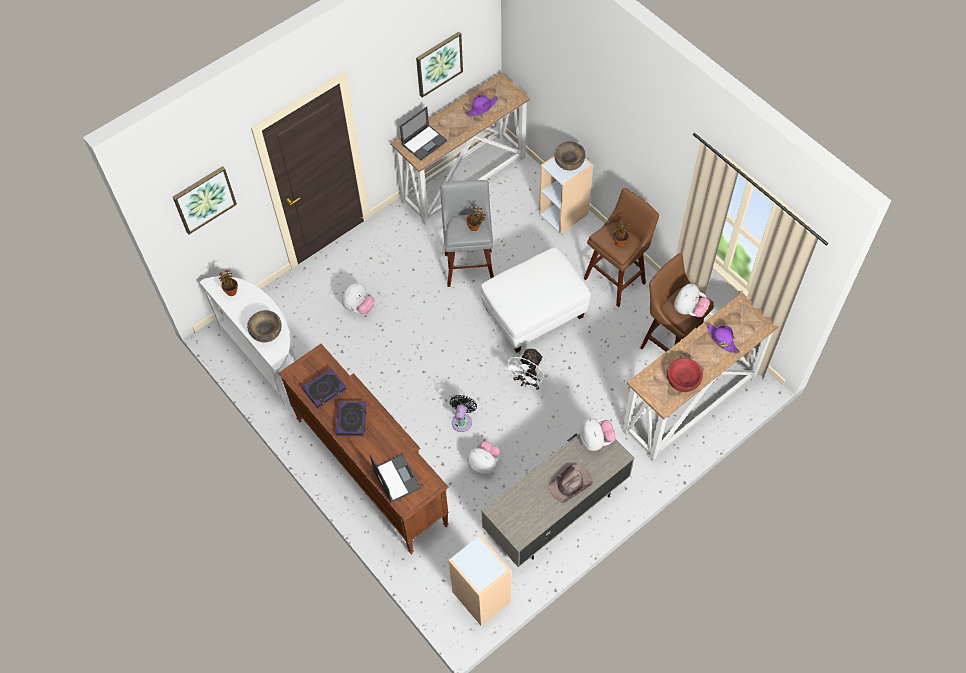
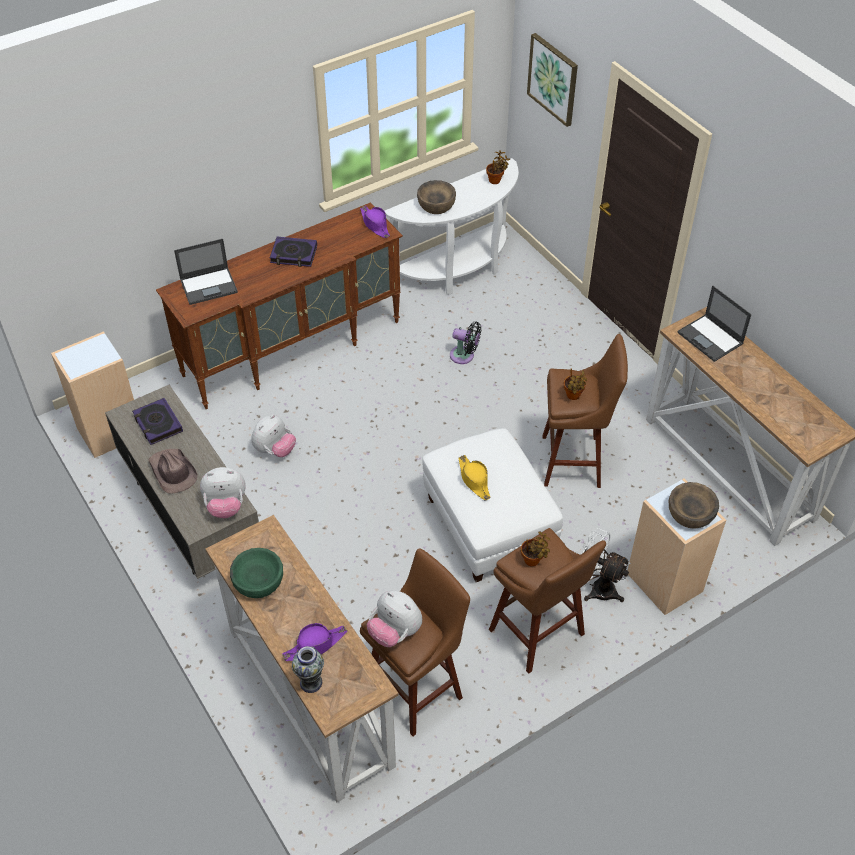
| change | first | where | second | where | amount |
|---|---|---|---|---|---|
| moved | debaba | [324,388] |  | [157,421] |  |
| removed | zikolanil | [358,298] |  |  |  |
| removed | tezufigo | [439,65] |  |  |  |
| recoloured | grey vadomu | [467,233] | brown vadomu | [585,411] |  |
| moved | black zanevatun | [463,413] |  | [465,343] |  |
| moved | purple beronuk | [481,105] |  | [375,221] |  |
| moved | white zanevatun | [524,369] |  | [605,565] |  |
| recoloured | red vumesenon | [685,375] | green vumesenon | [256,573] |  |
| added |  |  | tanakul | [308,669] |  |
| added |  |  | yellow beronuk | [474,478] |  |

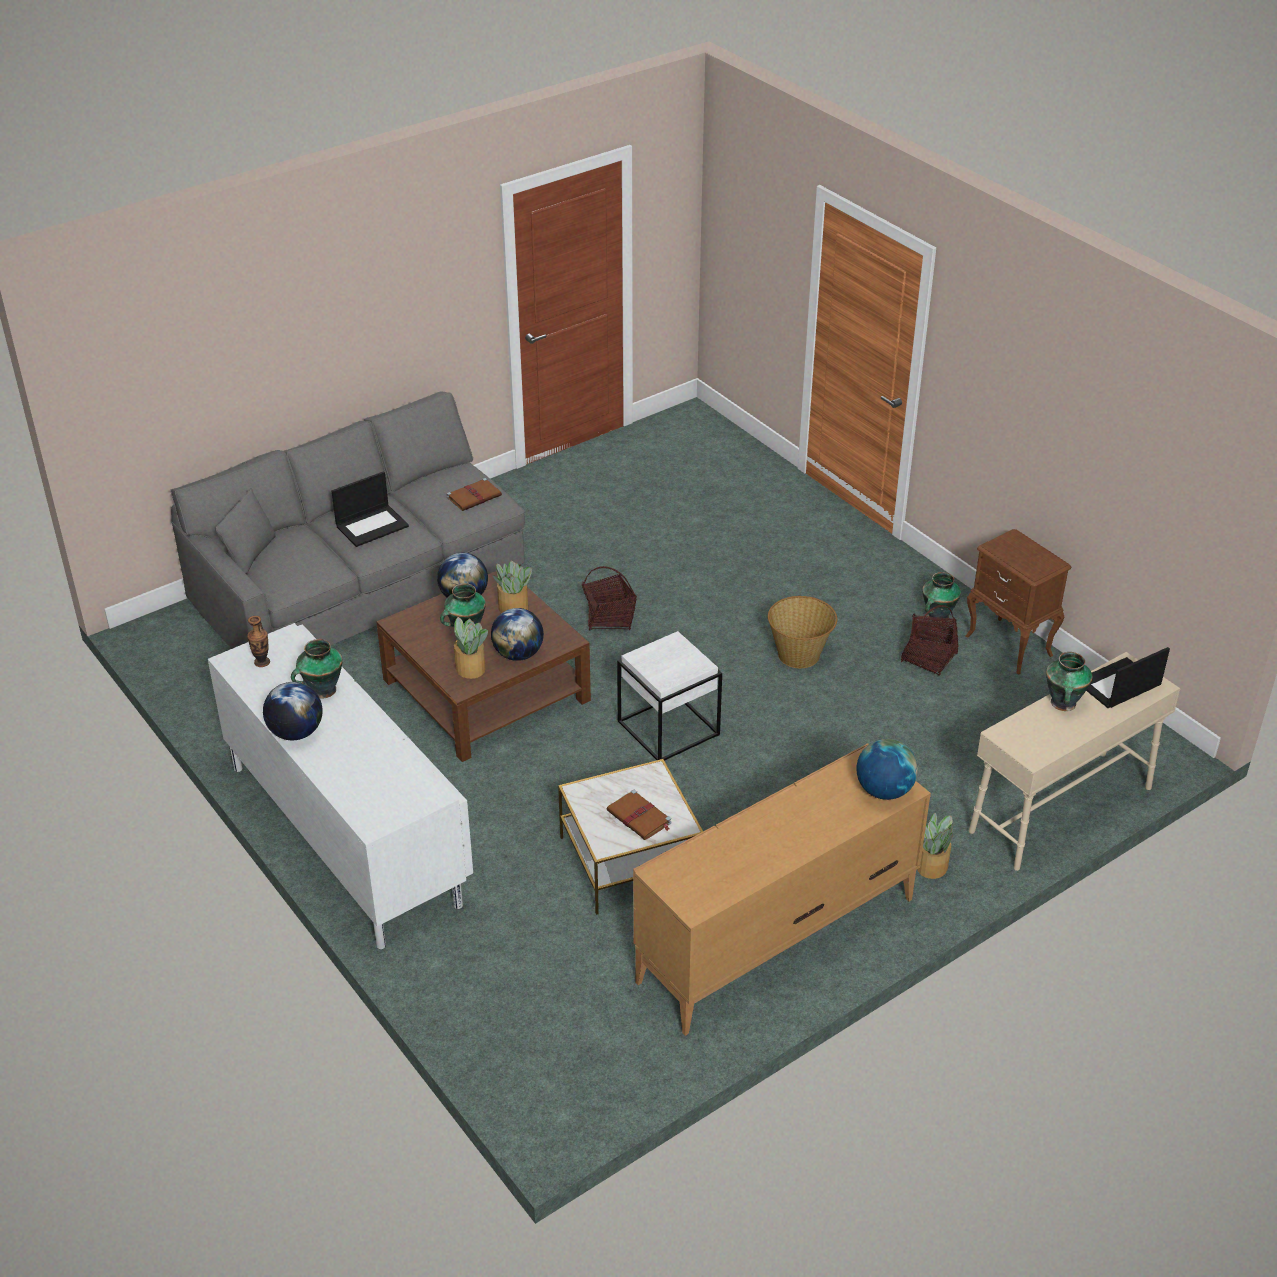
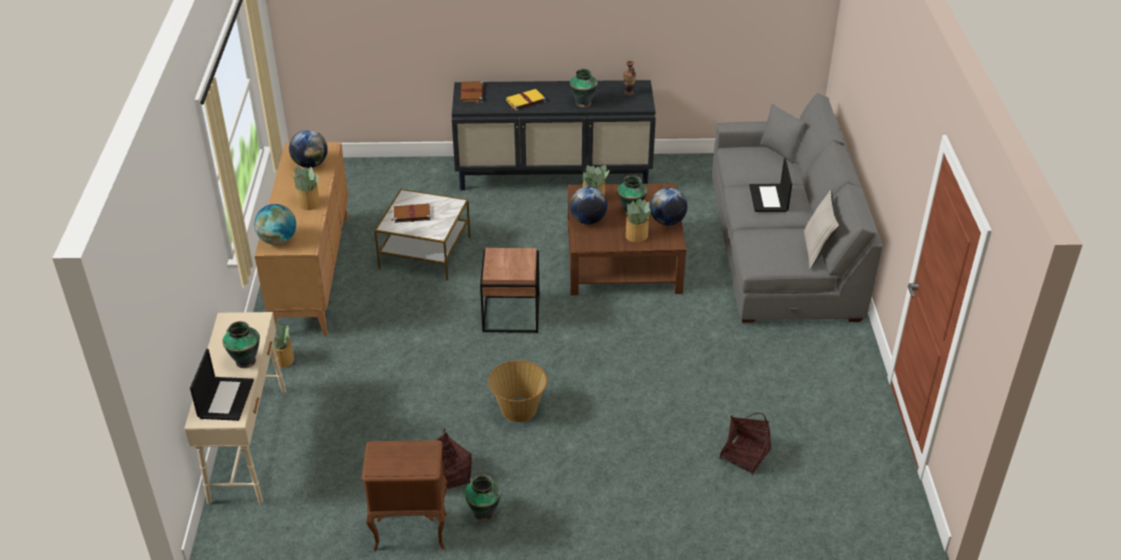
| change | first | where | second | where | amount |
|---|---|---|---|---|---|
| recoloured | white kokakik | [340,786] | black kokakik | [554,135] |  |
| moved | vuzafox | [293,711] |  | [308,149] |  |
| moved | brown debaba | [474,494] |  | [472,92] |  |
| moved | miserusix | [609,598] |  | [745,443] |  |
| recoloured | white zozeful | [669,696] | brown zozeful | [510,290] |  |
| added |  |  | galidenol | [304,188] |  |
| added |  |  | yellow debaba | [526,100] |  |
| added |  |  | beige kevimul | [821,229] |  |

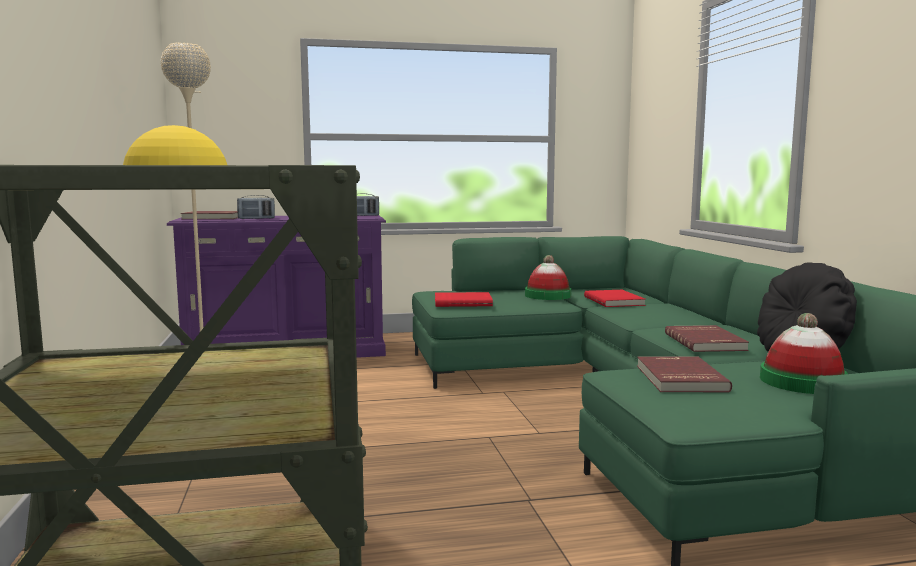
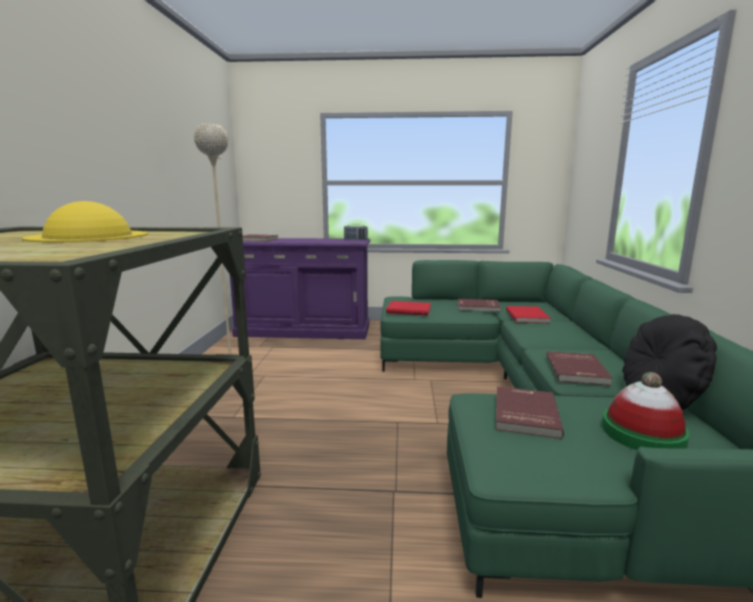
| change | first | where | second | where | amount |
|---|---|---|---|---|---|
| removed | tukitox | [256,207] |  |  |  |
| replaced | beronuk | [548,277] | red debaba | [479,305] |  |

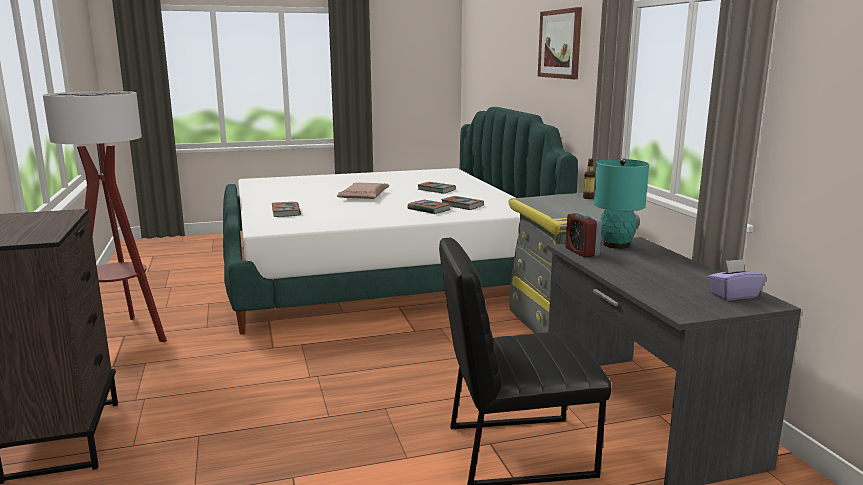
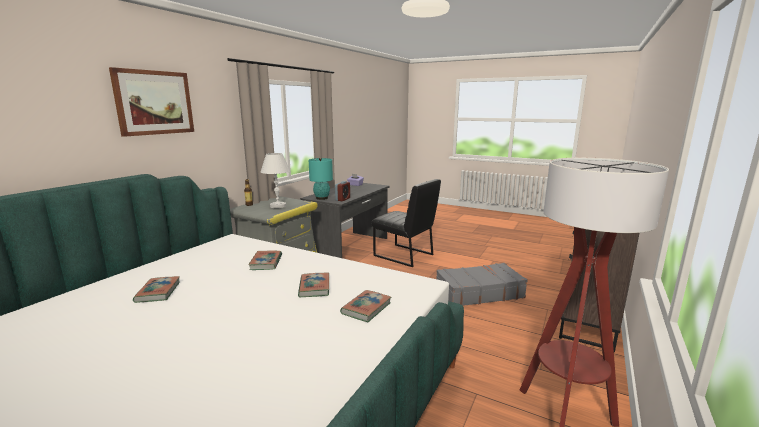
| change | first | where | second | where | amount |
|---|---|---|---|---|---|
| removed | beige kevimul | [363,190] |  |  |  |
| moved | debaba | [462,203] |  | [313,285] |  |
| added |  |  | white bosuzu | [275,180] |  |
| added |  |  | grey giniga | [482,284] |  |

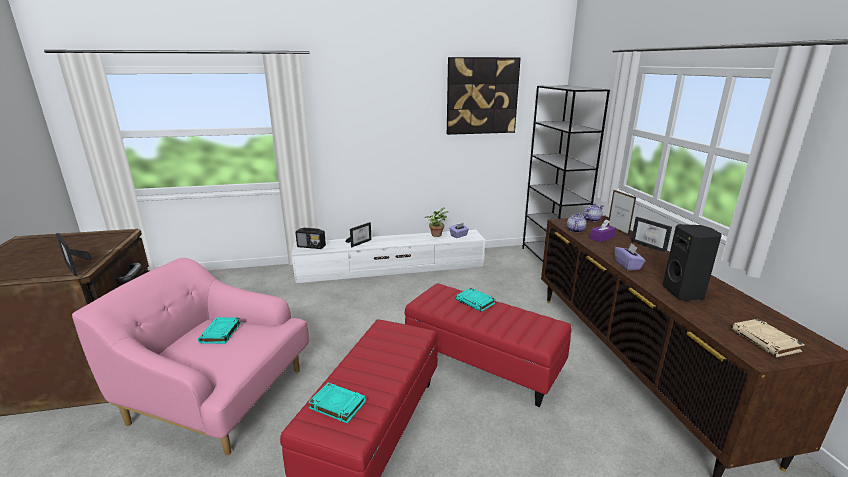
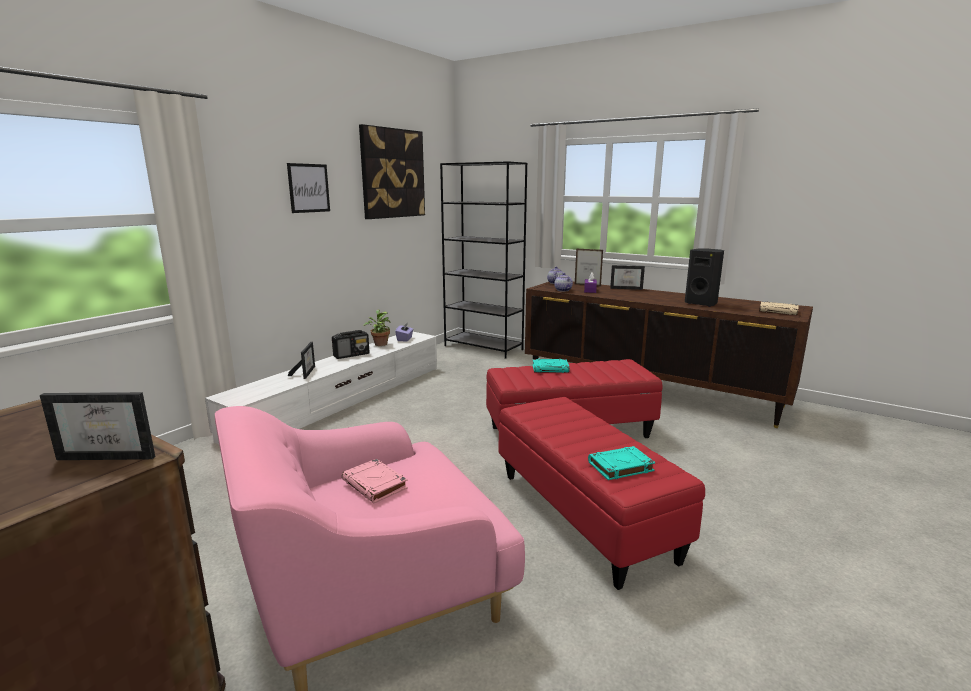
| change | first | where | second | where | amount |
|---|---|---|---|---|---|
| recoloured | turquoise debaba | [219,330] | pink debaba | [375,481] |  |
| moved | tukitox | [310,238] |  | [351,344] |  |
| removed | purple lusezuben | [630,256] |  |  |  |
| added |  |  | tezufigo | [308,188] |  |

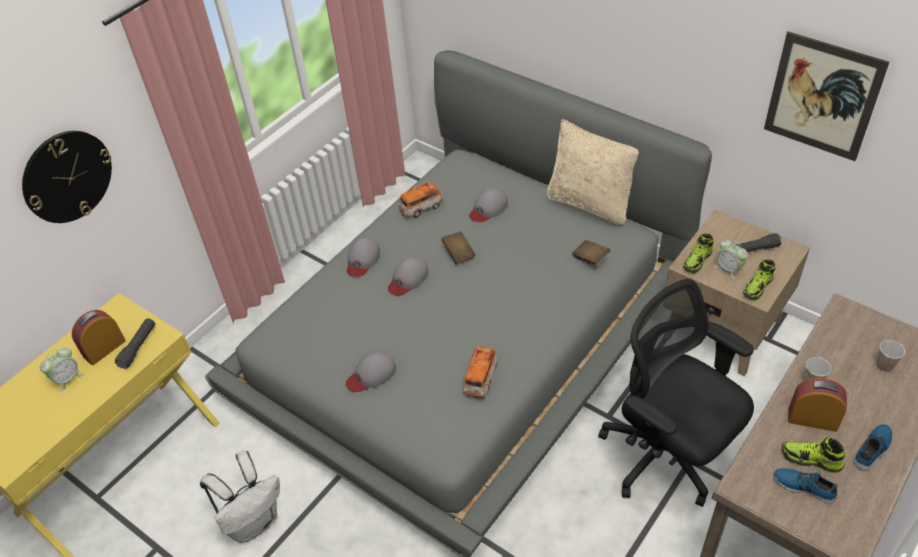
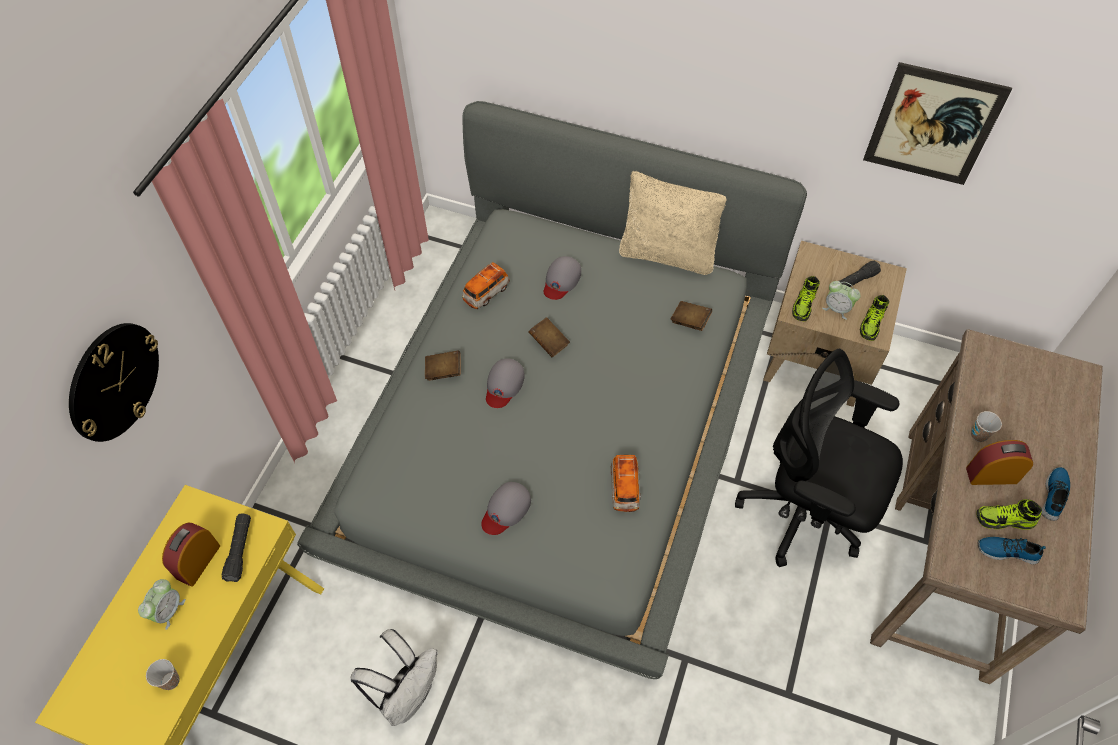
| change | first | where | second | where | amount |
|---|---|---|---|---|---|
| replaced | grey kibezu | [363,257] | brown debaba | [443,365] |  |
| moved | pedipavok | [890,356] |  | [163,674] |  |

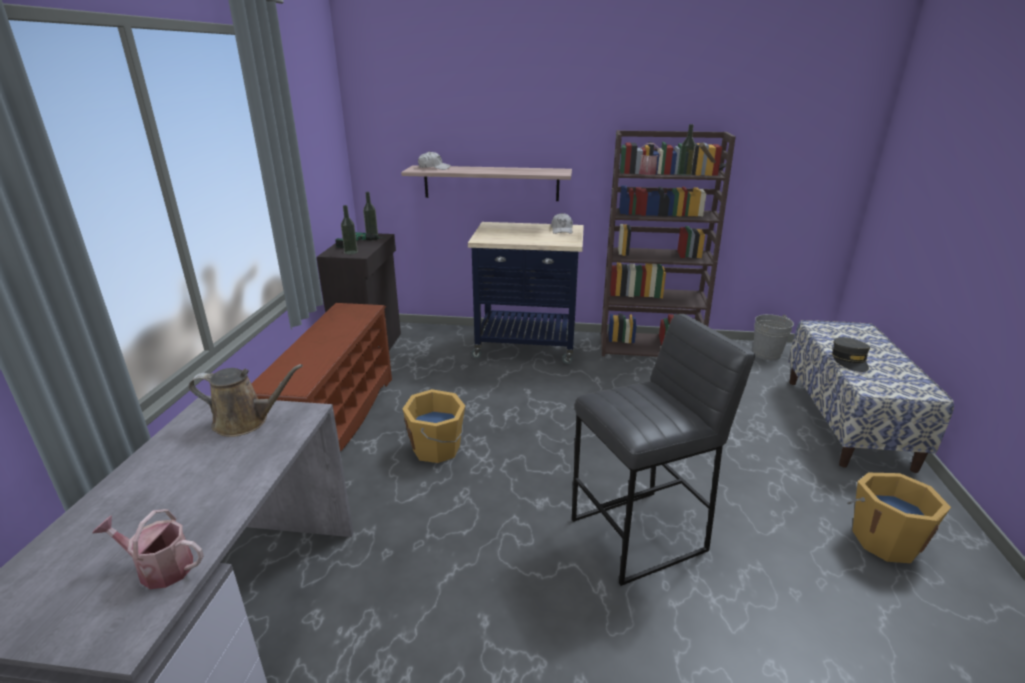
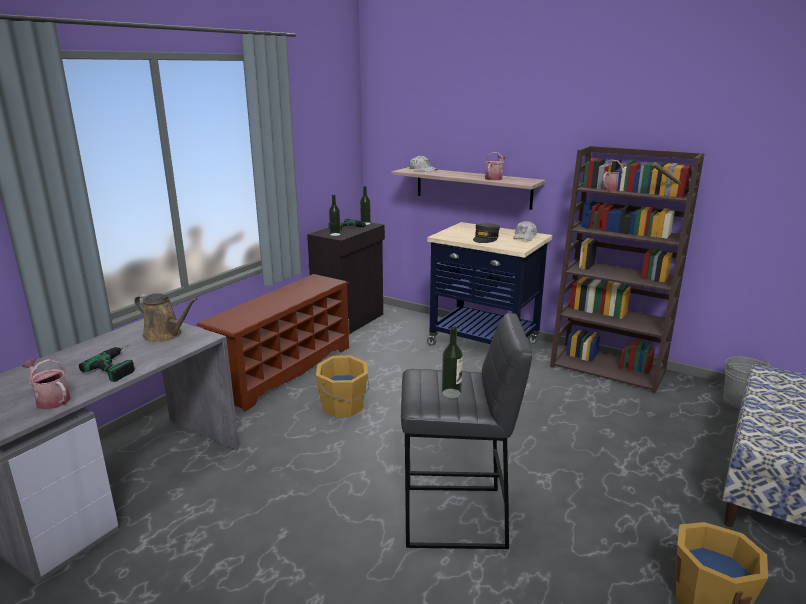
| change | first | where | second | where | amount |
|---|---|---|---|---|---|
| moved | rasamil | [686,150] |  | [452,362] |  |
| moved | grey kibezu | [851,354] |  | [486,233] |  |
| added |  |  | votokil | [106,363] |  |
| added |  |  | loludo | [495,166] |  |

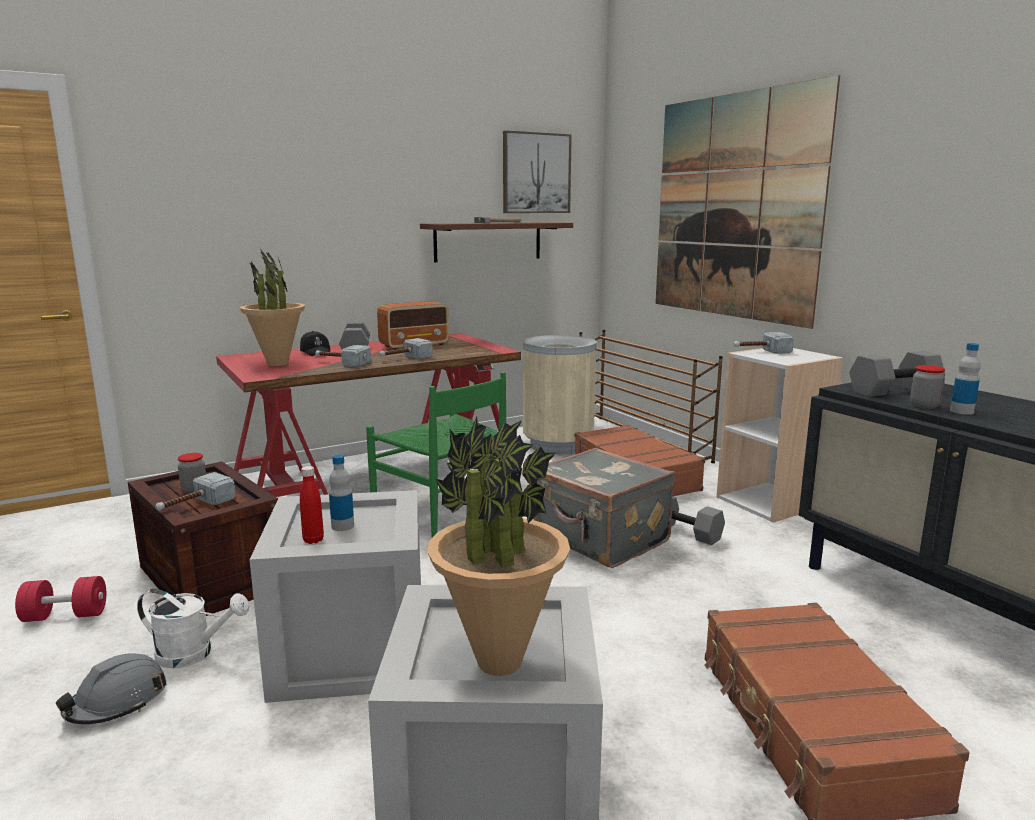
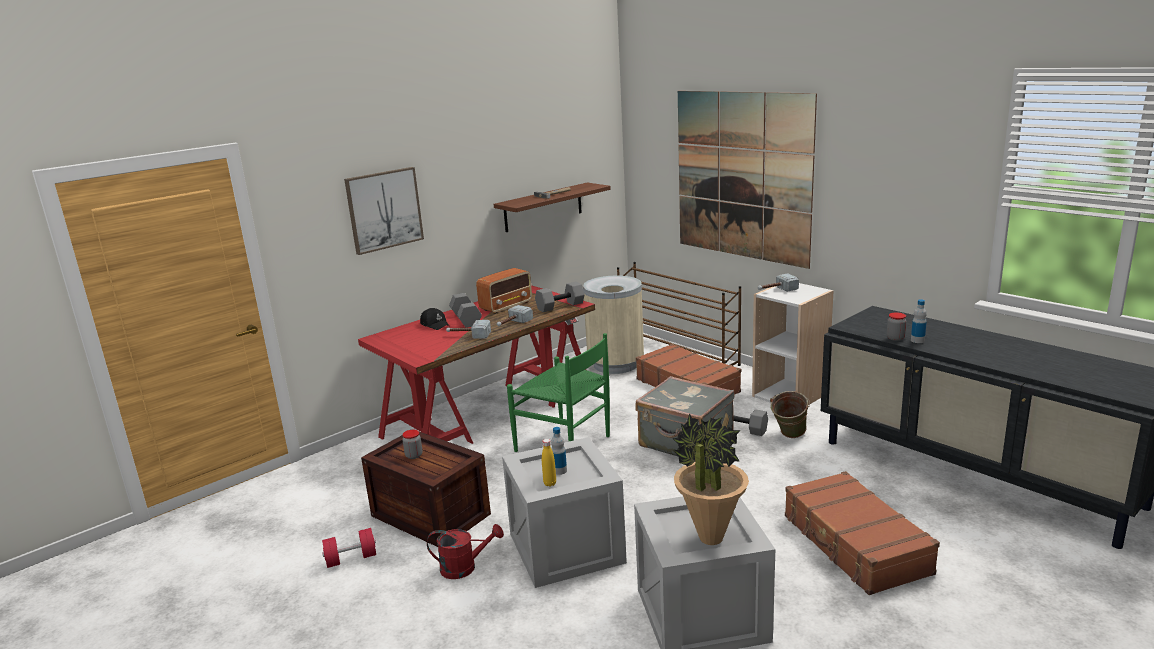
| change | first | where | second | where | amount |
|---|---|---|---|---|---|
| removed | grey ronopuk | [111,688] |  |  |  |
| recoloured | white loludo | [193,628] | red loludo | [465,551] |  |
| removed | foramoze | [195,491] |  |  |  |
| removed | galidenol | [272,307] |  |  |  |
| recoloured | red rasamil | [312,505] | yellow rasamil | [549,463] |  |
| moved | tezufigo | [537,171] |  | [384,211] |  |
| moved | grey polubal | [897,373] |  | [560,297] |  |
| added |  |  | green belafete | [790,414] |  |

